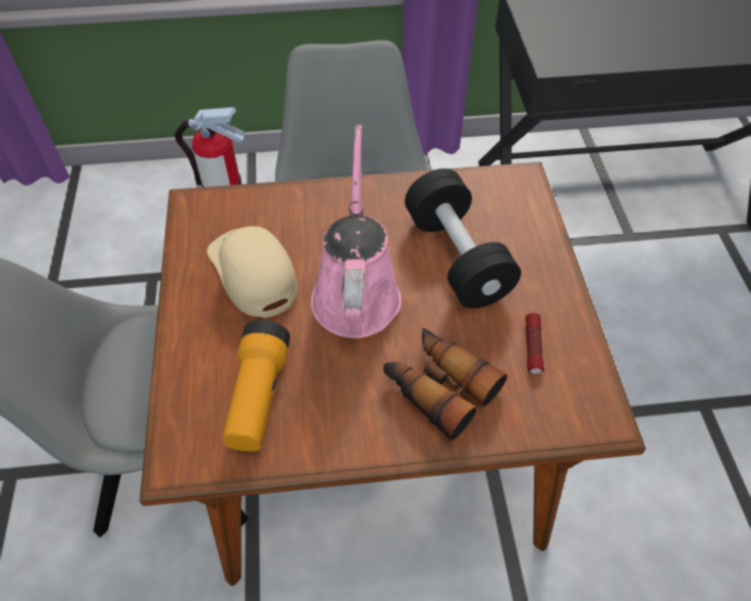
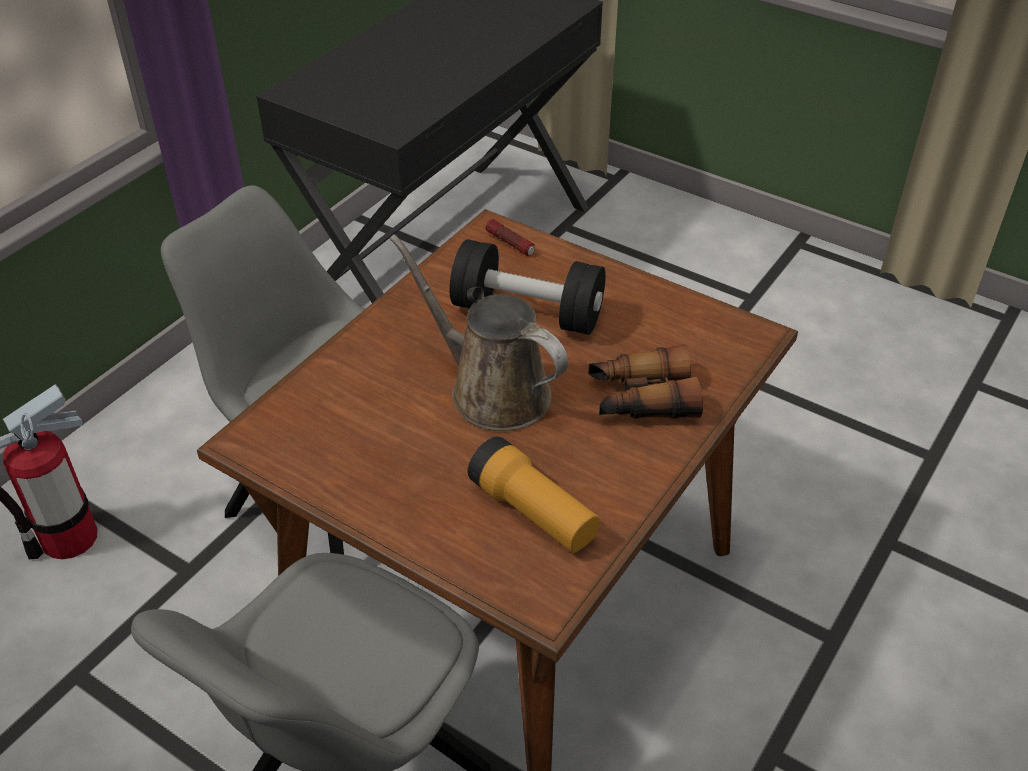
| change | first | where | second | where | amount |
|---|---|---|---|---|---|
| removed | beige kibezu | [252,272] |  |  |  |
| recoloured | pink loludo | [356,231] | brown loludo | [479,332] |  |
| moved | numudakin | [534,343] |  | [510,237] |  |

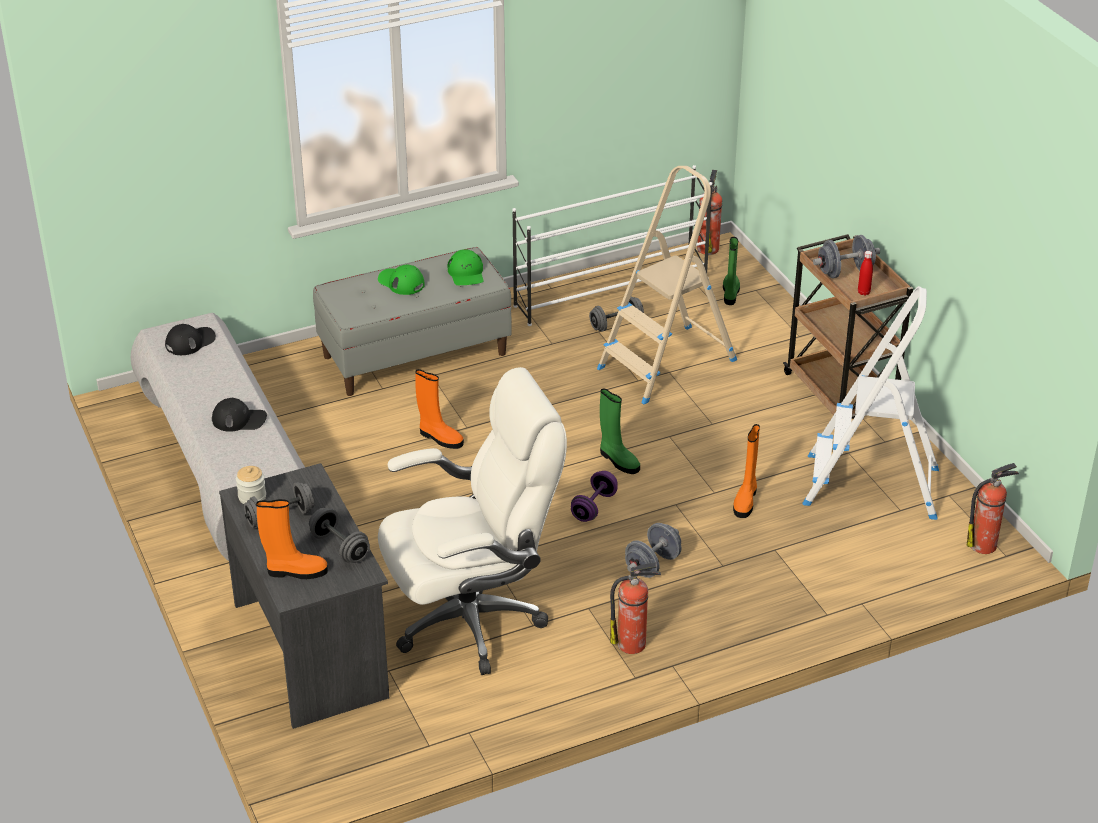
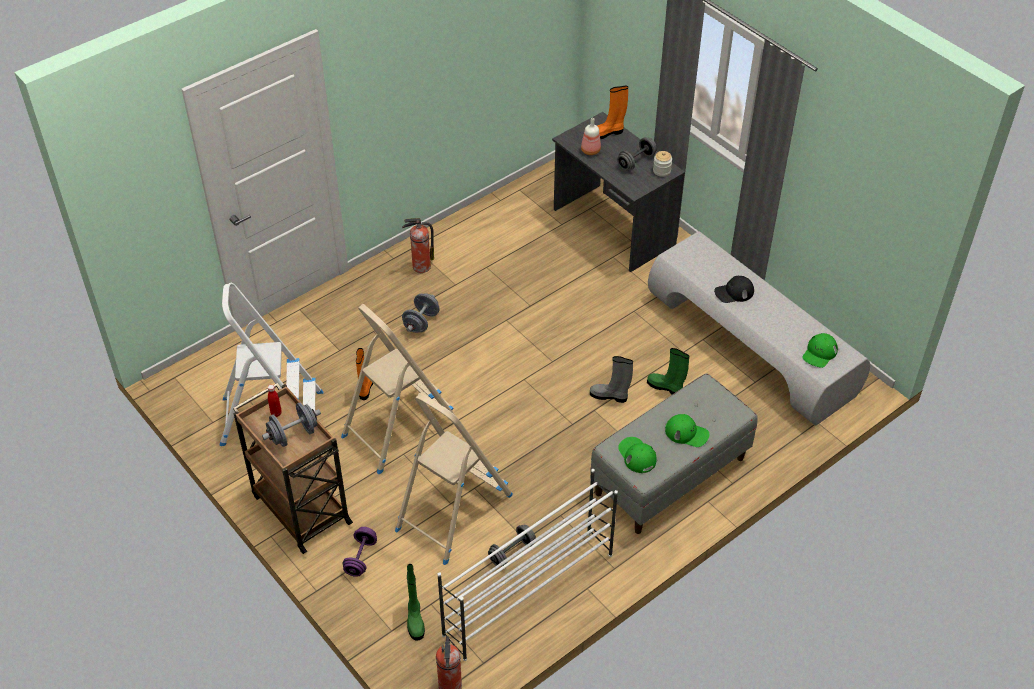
| change | first | where | second | where | amount |
|---|---|---|---|---|---|
| recoloured | black kibezu | [190,339] | green kibezu | [820,350] |  |
| replaced | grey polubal | [339,535] | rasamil | [591,136] |  |
| removed | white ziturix | [472,521] |  |  |  |
| recoloured | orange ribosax | [439,409] | grey ribosax | [611,379] |  |
| moved | purple polubal | [594,496] |  | [360,552] |  |
| moved | green ribosax | [620,431] |  | [668,371] |  |
| removed | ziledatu | [993,508] |  |  |  |
| added |  |  | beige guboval | [398,389] |  |

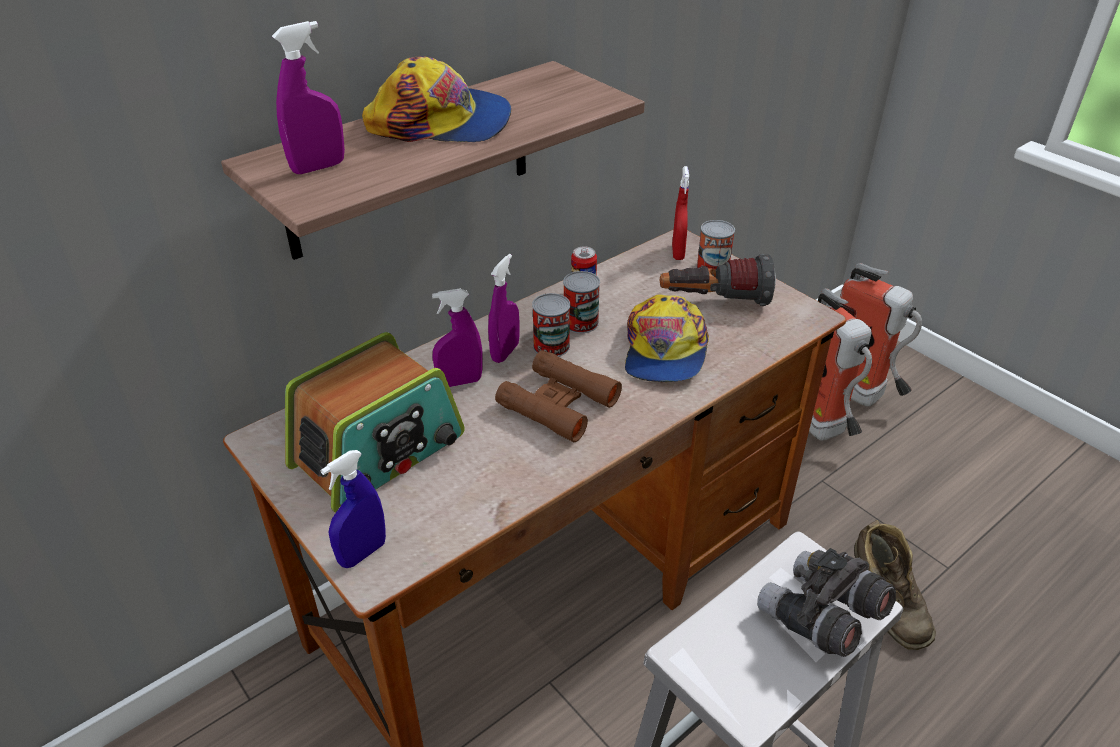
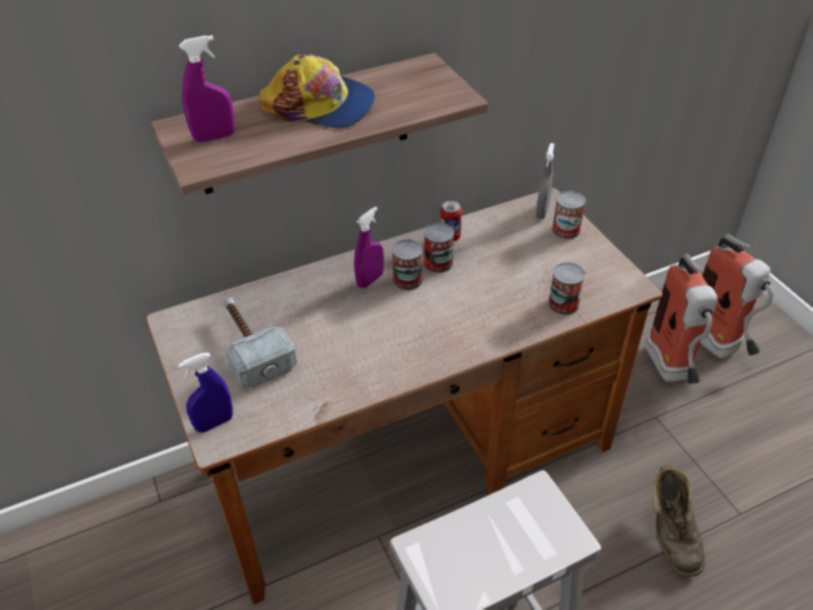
| change | first | where | second | where | amount |
|---|---|---|---|---|---|
| replaced | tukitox | [375,422] | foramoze | [260,343] |  |
| removed | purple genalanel | [457,337] |  |  |  |
| removed | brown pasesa | [558,396] |  |  |  |
| removed | kibezu | [667,338] |  |  |  |
| removed | numudakin | [717,280] |  |  |  |
| recoloured | red genalanel | [680,213] | grey genalanel | [545,181] |  |
| removed | grey pasesa | [826,602] |  |  |  |
| added |  |  | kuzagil | [566,288] |  |

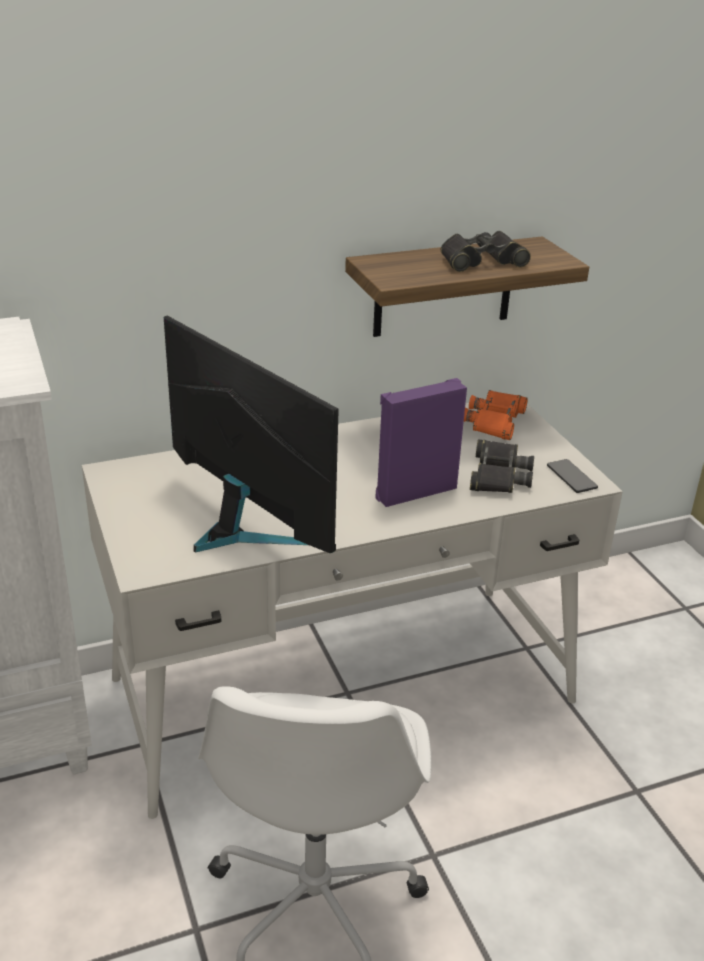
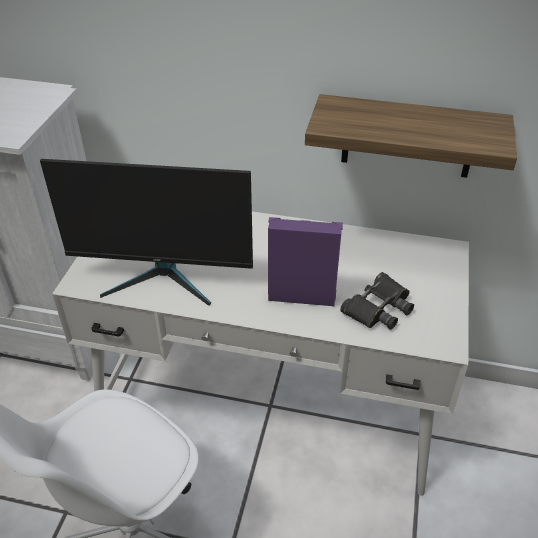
| change | first | where | second | where | amount |
|---|---|---|---|---|---|
| turned | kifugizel | [251,434] |  | [146,232] | 105 degrees clockwise |
| removed | black pasesa | [485,251] |  |  |  |
| removed | orange pasesa | [496,415] |  |  |  |
| removed | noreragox | [572,476] |  |  |  |

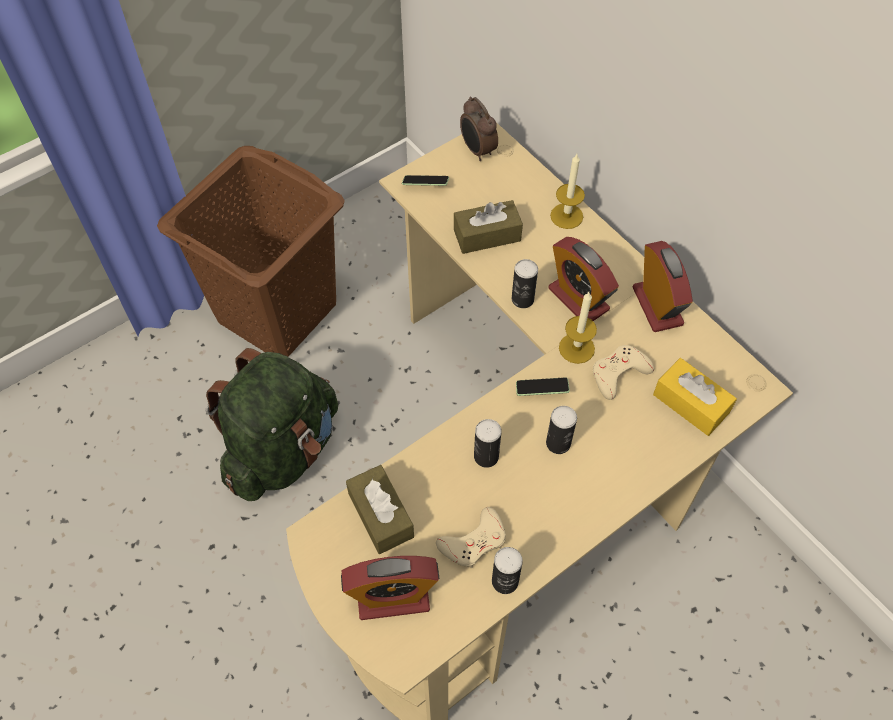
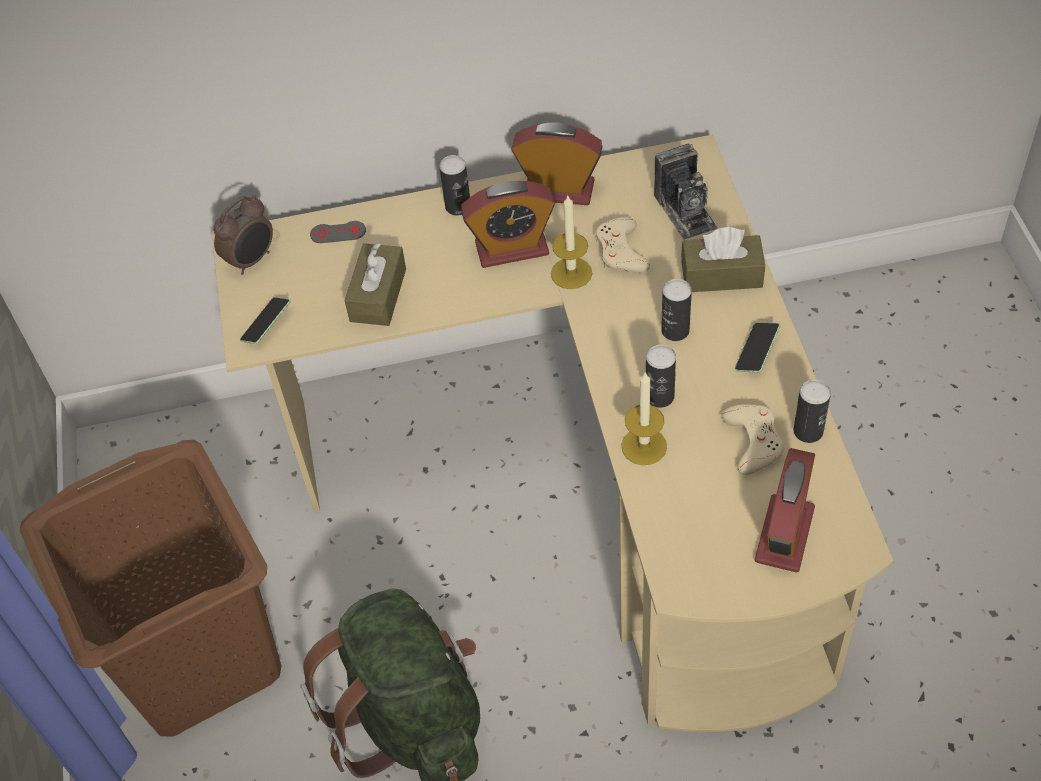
| change | first | where | second | where | amount |
|---|---|---|---|---|---|
| moved | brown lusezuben | [380,509] |  | [723,259] |  |
| turned | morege | [479,129] |  | [243,235] | 45 degrees counterclockwise |
| moved | kuzagil | [525,283] |  | [454,185] |  |
| moved | noreragox | [543,386] |  | [757,347] |  |
| moved | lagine | [567,191] |  | [644,418] |  |
| replaced | yellow lusezuben | [695,397] | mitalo | [685,191] |  |
| added |  |  | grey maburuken | [338,232] |  |

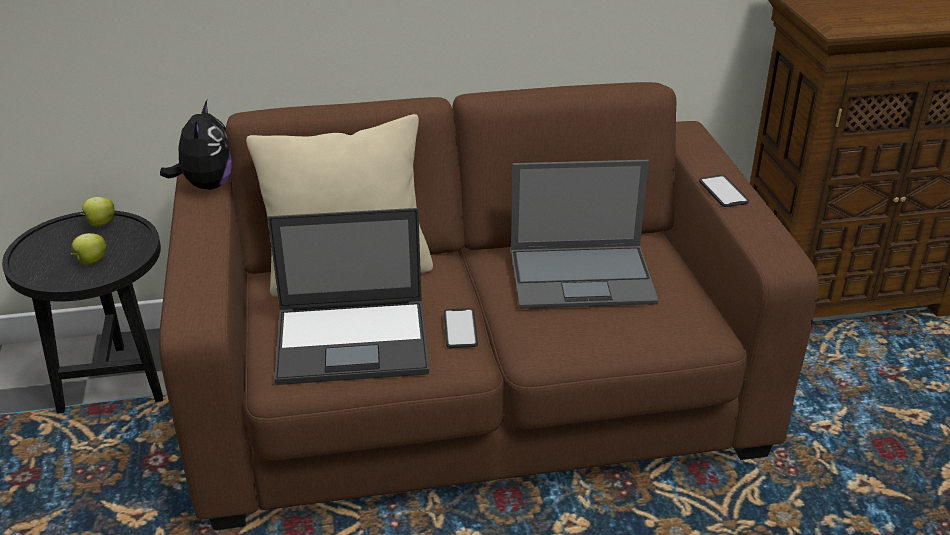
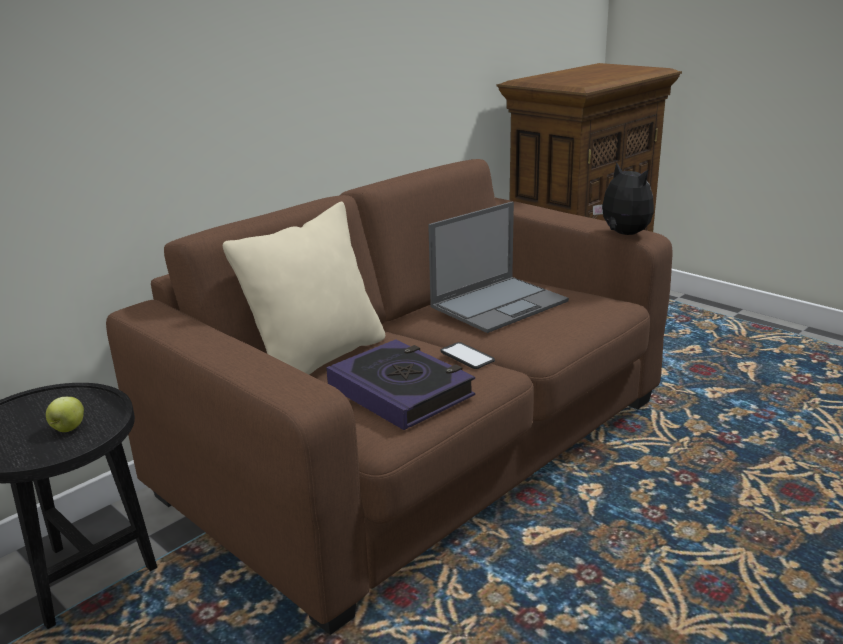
| change | first | where | second | where | amount |
|---|---|---|---|---|---|
| removed | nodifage | [97,212] |  |  |  |
| moved | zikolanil | [196,145] |  | [623,198] |  |
| replaced | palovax | [348,296] | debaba | [400,384] |  |
| removed | noreragox | [724,191] |  |  |  |

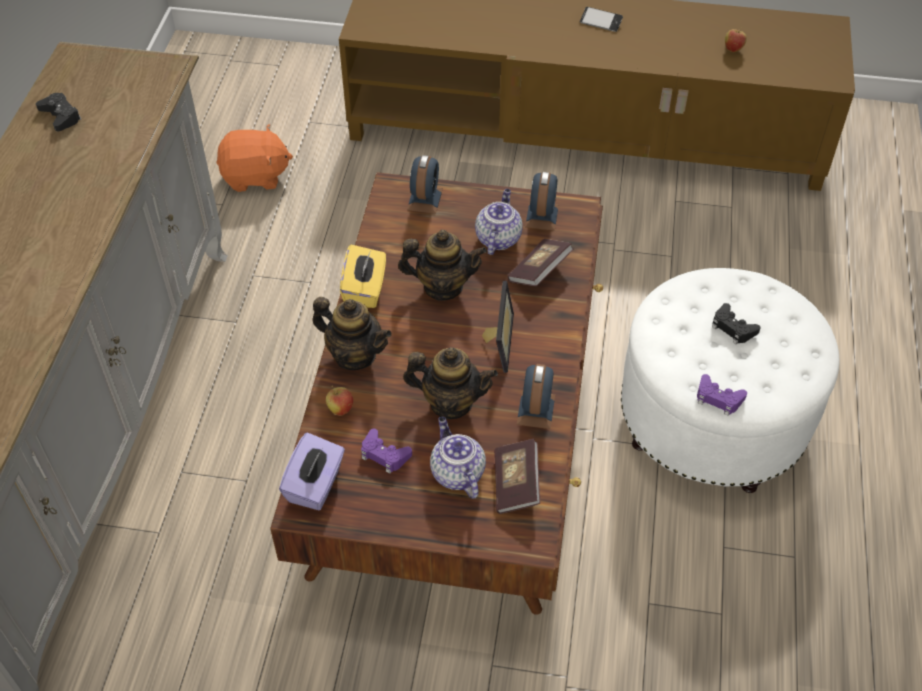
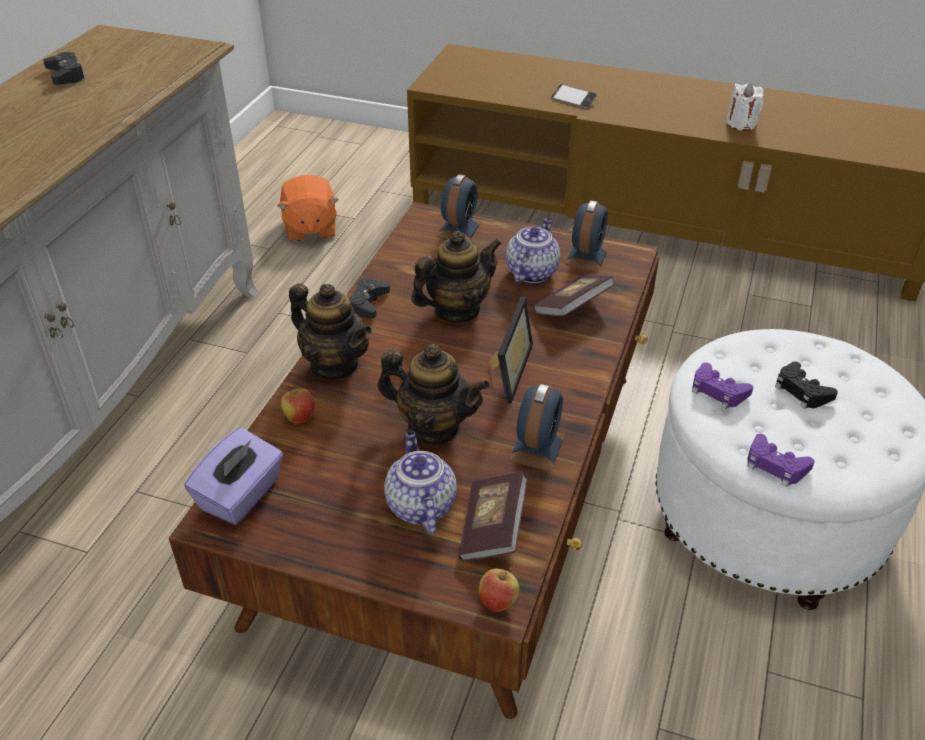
| change | first | where | second | where | amount |
|---|---|---|---|---|---|
| turned | orange zikolanil | [254,158] |  | [307,208] | 75 degrees clockwise |
| replaced | yellow lusezuben | [363,276] | black maburuken | [369,298] |  |
| moved | purple maburuken | [386,451] |  | [722,386] |  |
| turned | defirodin | [442,265] |  | [456,276] | 45 degrees counterclockwise |
| moved | noreragox | [601,19] |  | [574,96] |  |
| moved | nodifage | [736,40] |  | [499,590] |  |
| added |  |  | white lagine | [745,107] |  |

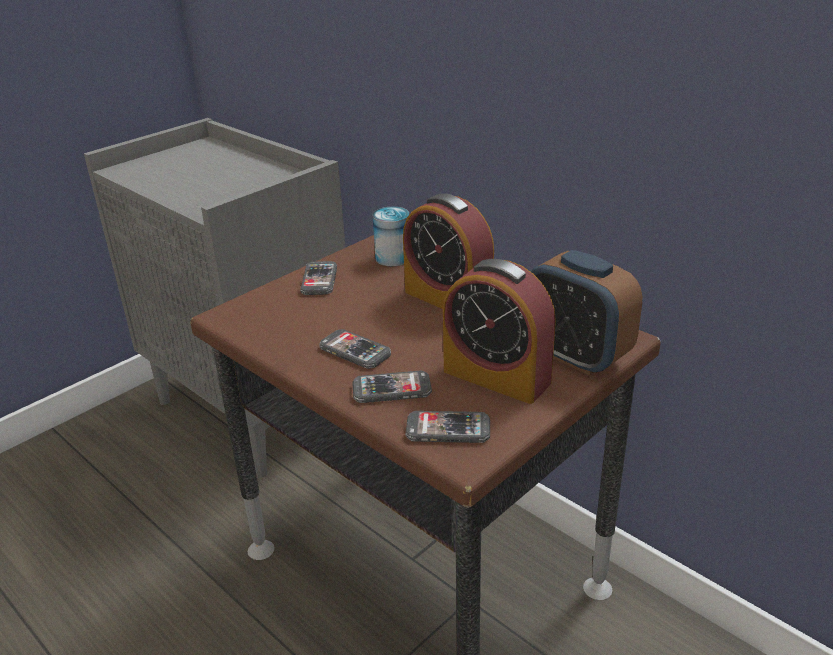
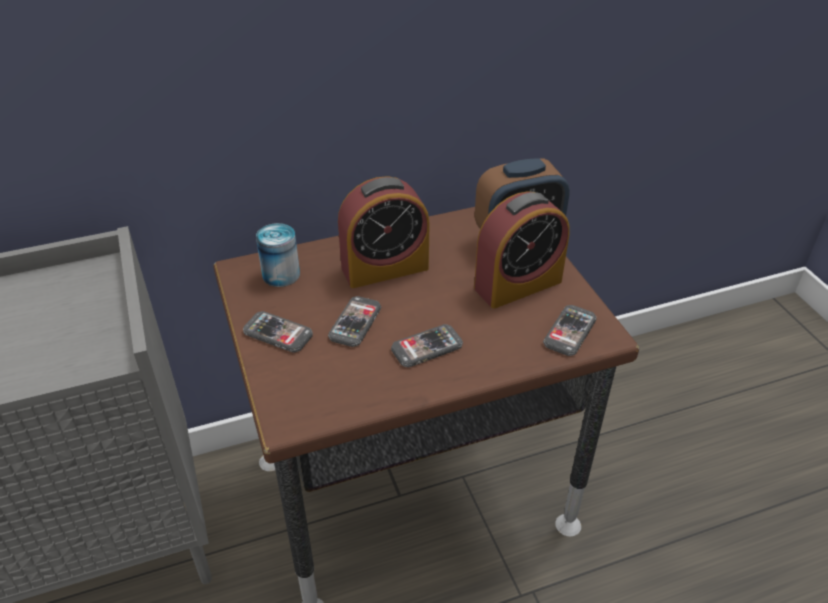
| change | first | where | second | where | amount |
|---|---|---|---|---|---|
| moved | noreragox | [392,387] |  | [354,321] |  |

